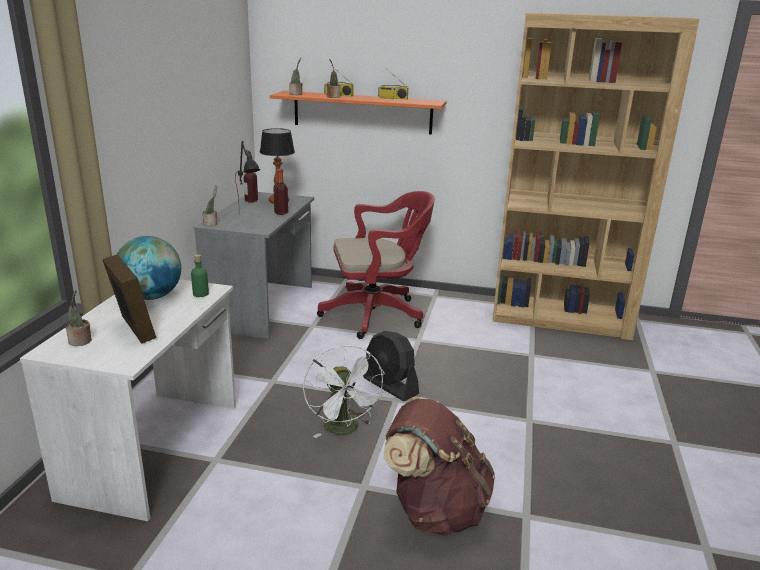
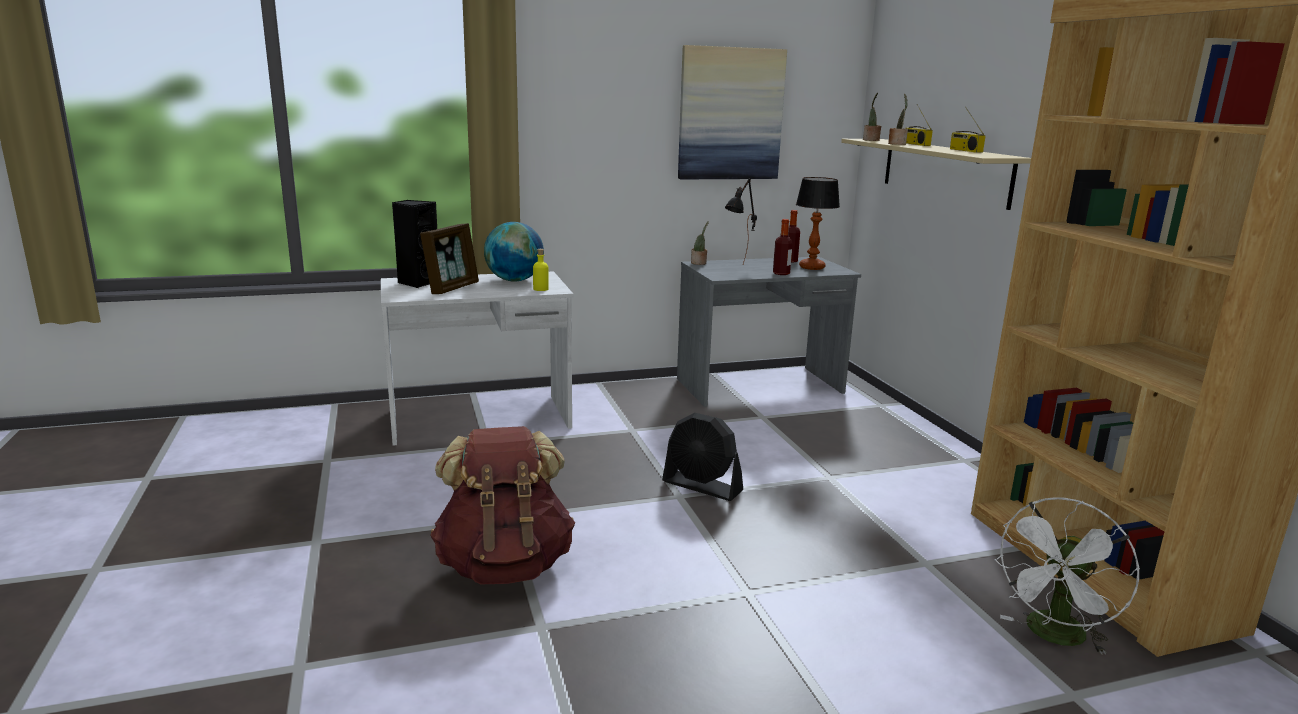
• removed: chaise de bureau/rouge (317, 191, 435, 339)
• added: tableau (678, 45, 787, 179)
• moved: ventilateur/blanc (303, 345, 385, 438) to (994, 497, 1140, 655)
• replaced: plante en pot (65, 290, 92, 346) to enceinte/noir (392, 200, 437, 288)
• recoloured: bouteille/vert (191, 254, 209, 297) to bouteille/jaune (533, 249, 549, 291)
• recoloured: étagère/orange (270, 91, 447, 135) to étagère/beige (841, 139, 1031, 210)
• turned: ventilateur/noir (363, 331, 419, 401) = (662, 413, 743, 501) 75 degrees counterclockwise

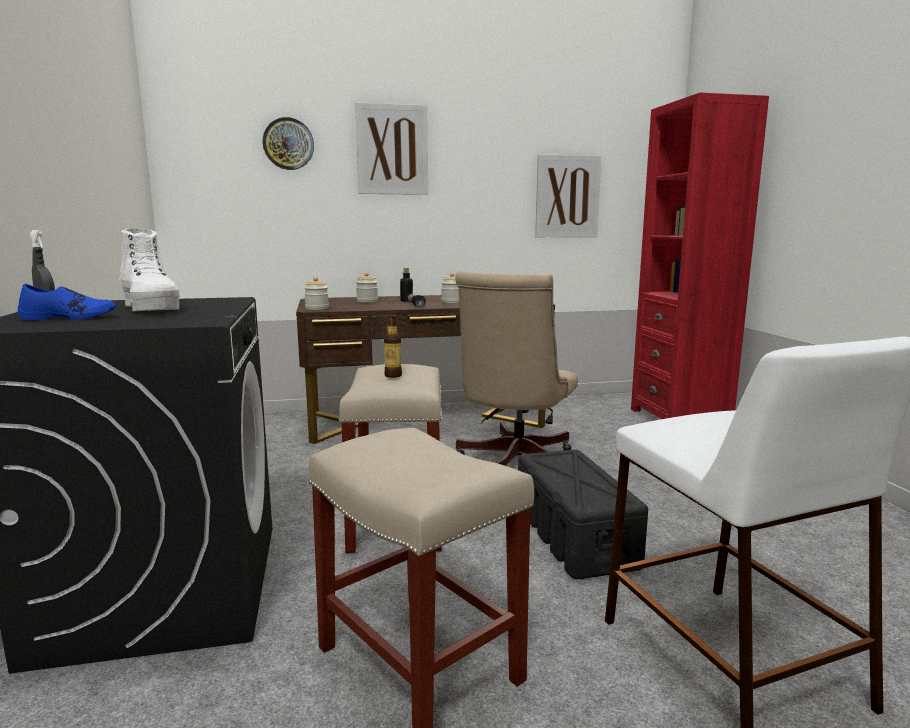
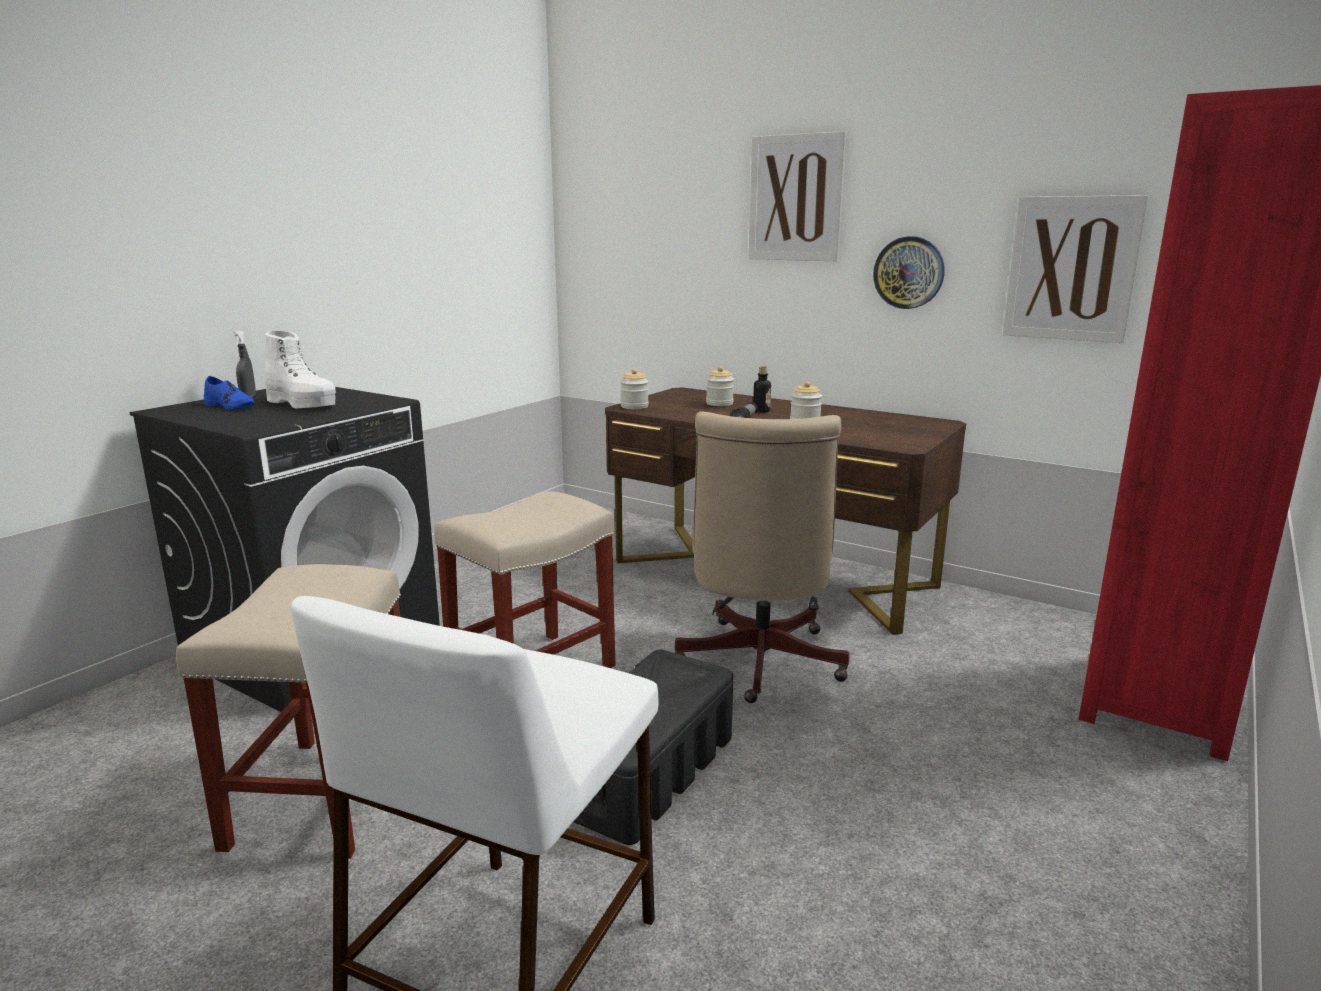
• removed: bouteille (384, 314, 402, 378)
• moved: horloge murale (262, 117, 314, 170) to (873, 236, 945, 309)
• turned: botte/blanc (119, 228, 180, 311) = (264, 330, 336, 409) 60 degrees counterclockwise
• turned: chaise de bureau/beige (455, 271, 578, 466) = (675, 411, 850, 703) 60 degrees counterclockwise

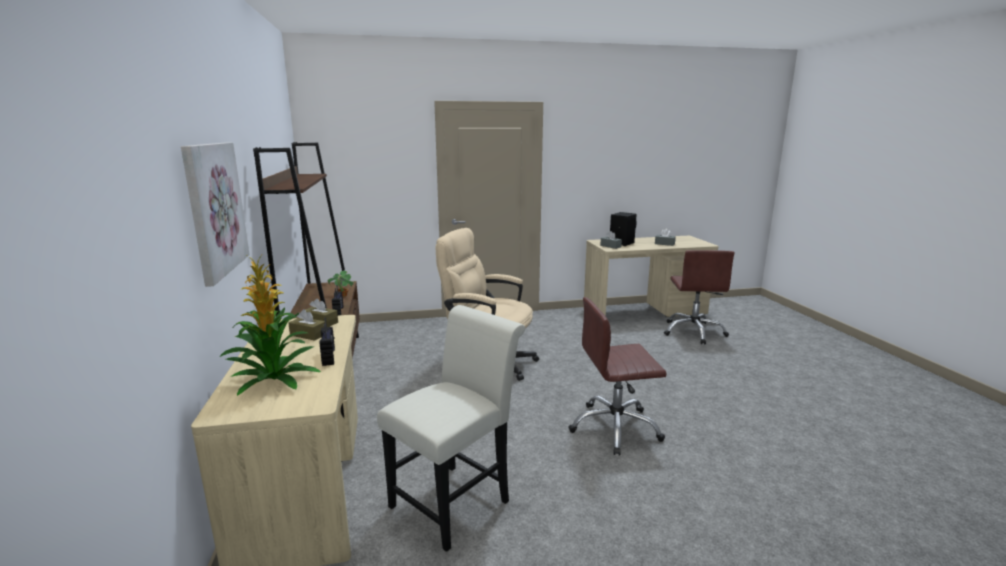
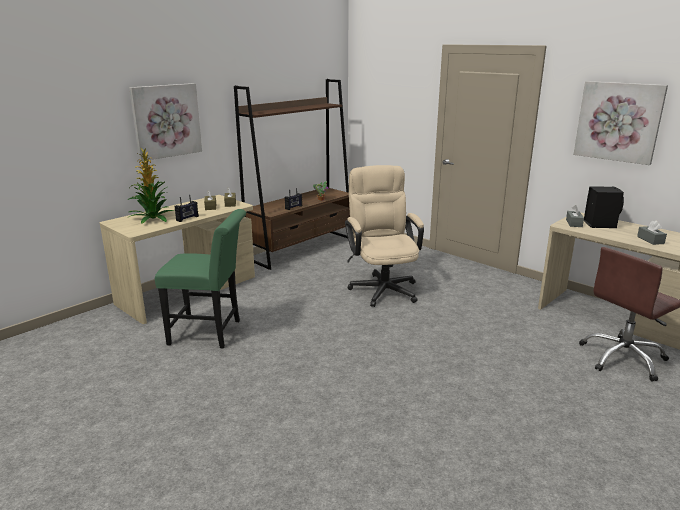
• removed: chaise de bureau/marron (568, 297, 667, 456)
• added: tableau (573, 81, 668, 165)
• recoloured: chaise/blanc (377, 305, 525, 552) to chaise/vert (155, 209, 246, 348)

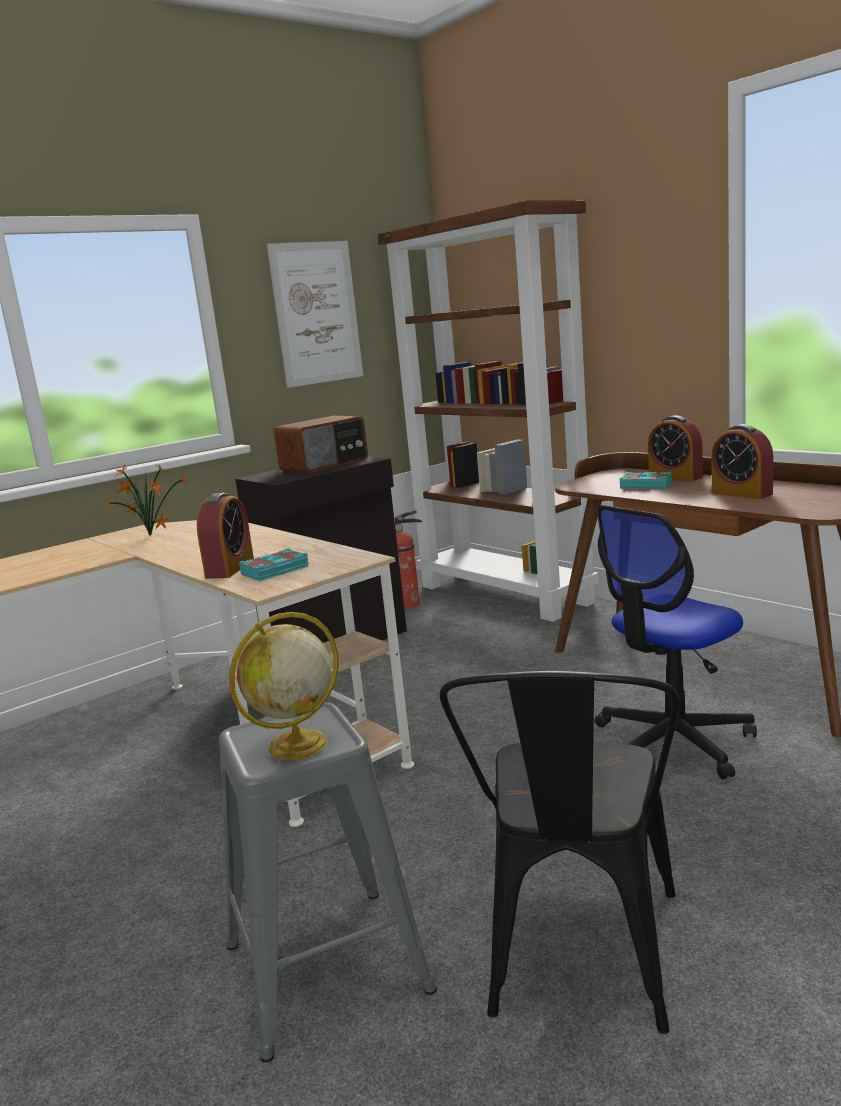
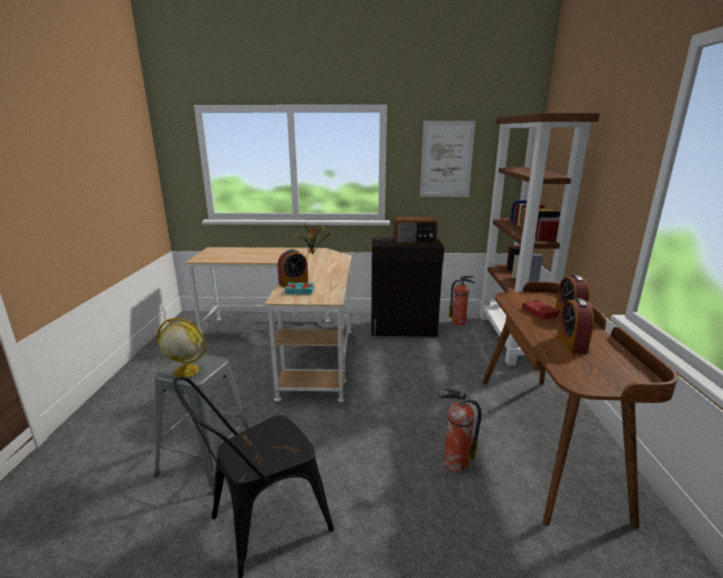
• replaced: chaise de bureau (595, 505, 757, 779) to extincteur (439, 386, 481, 473)
• recoloured: livre/turquoise (619, 472, 672, 489) to livre/rouge (522, 300, 560, 320)

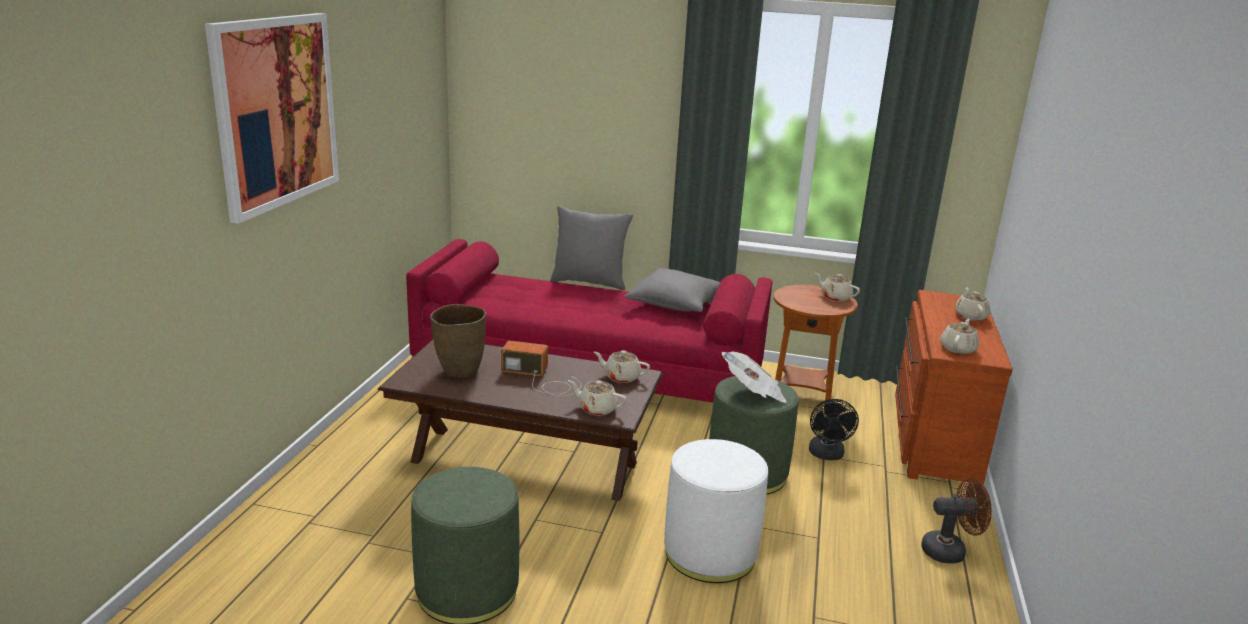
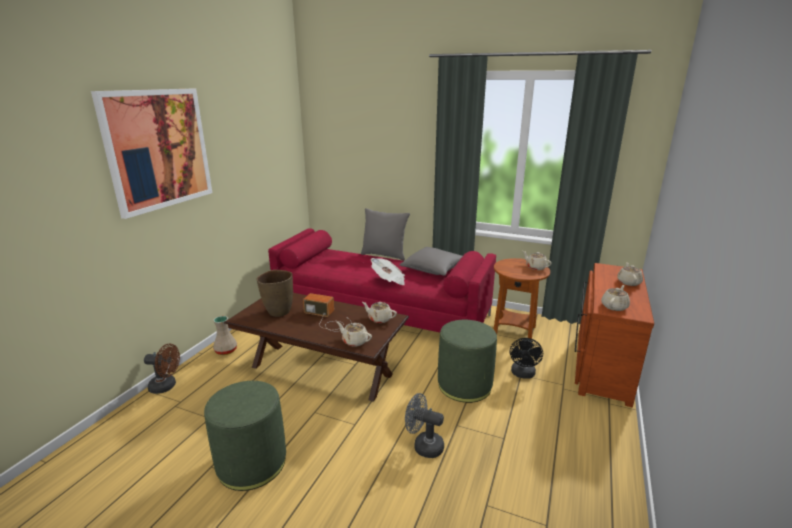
• added: vase/beige (213, 316, 237, 355)
• moved: journal (722, 352, 786, 403) to (371, 258, 405, 285)
• moved: ventilateur/marron (921, 478, 992, 564) to (144, 343, 180, 394)
• replaced: pouf/blanc (664, 439, 768, 583) to ventilateur/gris (405, 393, 444, 458)

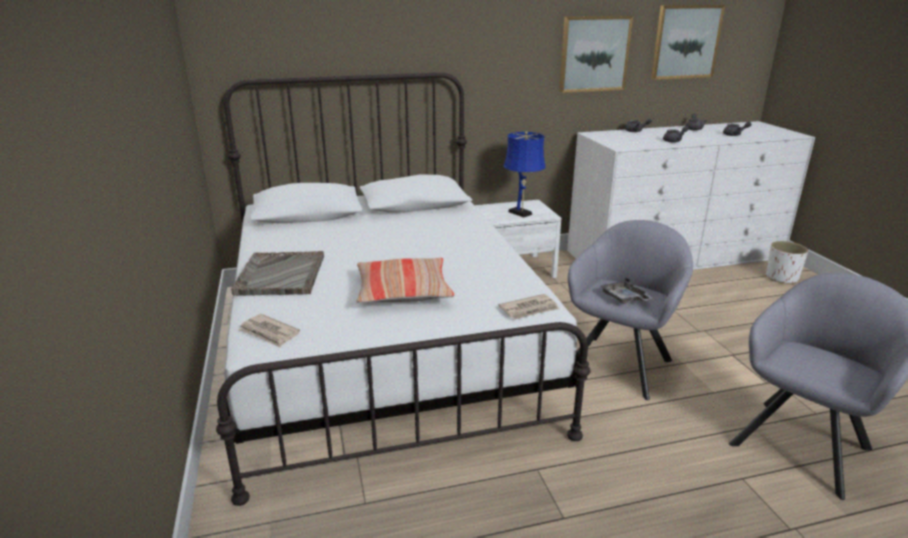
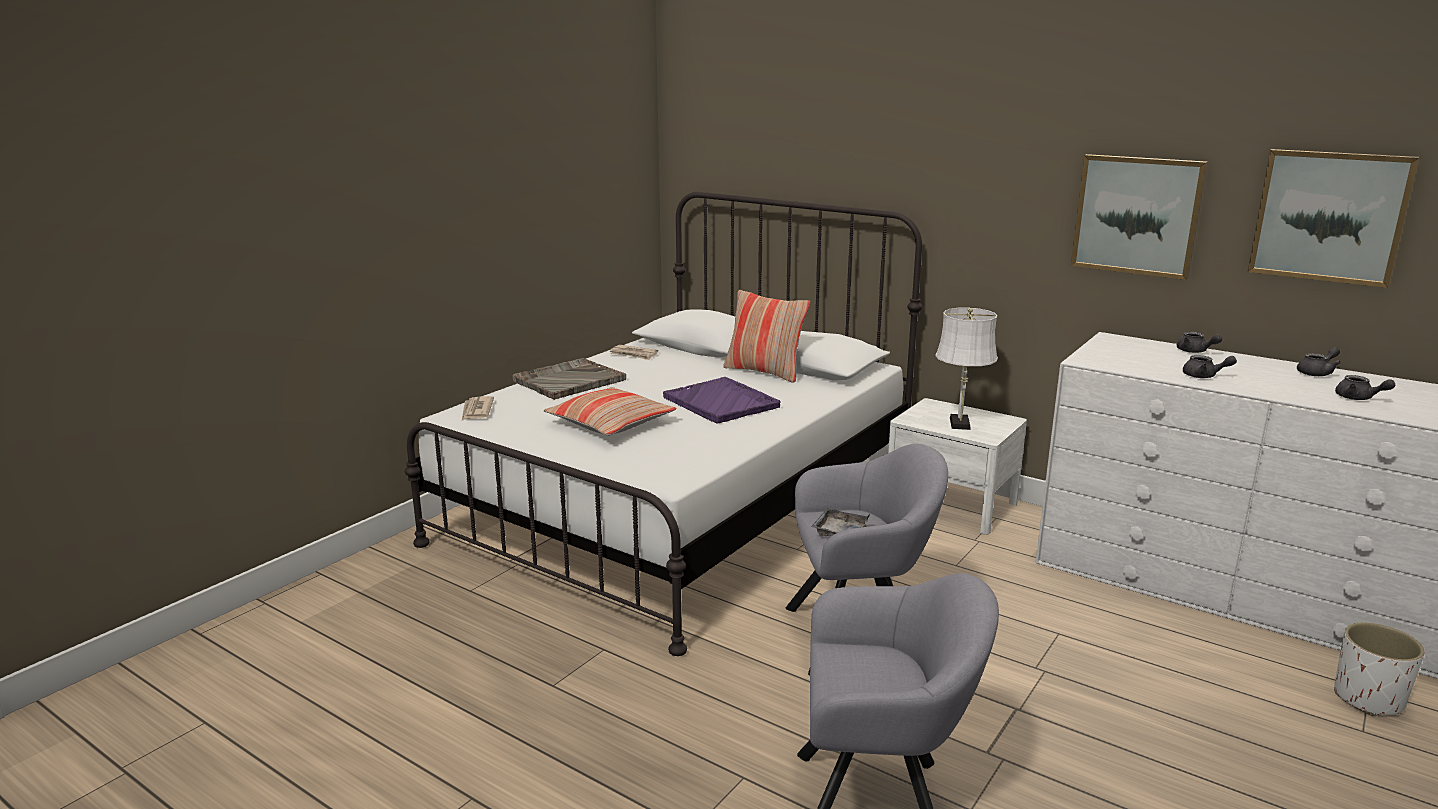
• added: plateau/violet (663, 377, 780, 424)
• added: coussin (723, 290, 810, 383)
• moved: journal (499, 294, 559, 320) to (610, 345, 658, 360)
• recoloured: lampe de table/bleu (503, 131, 546, 218) to lampe de table/blanc (935, 308, 998, 430)

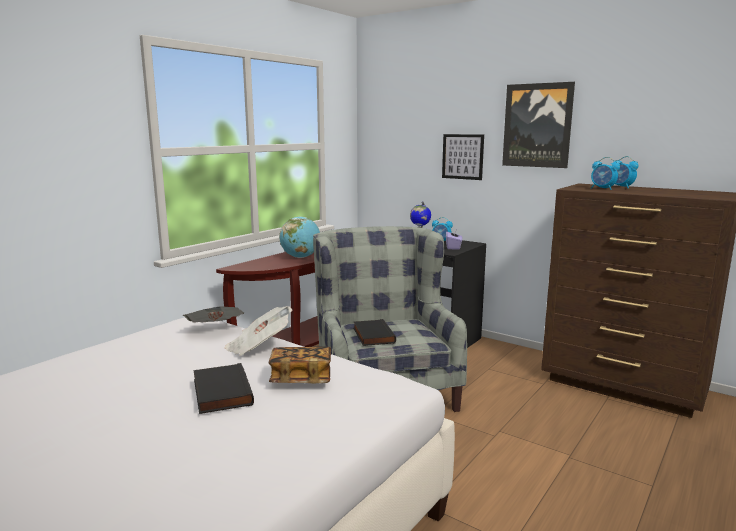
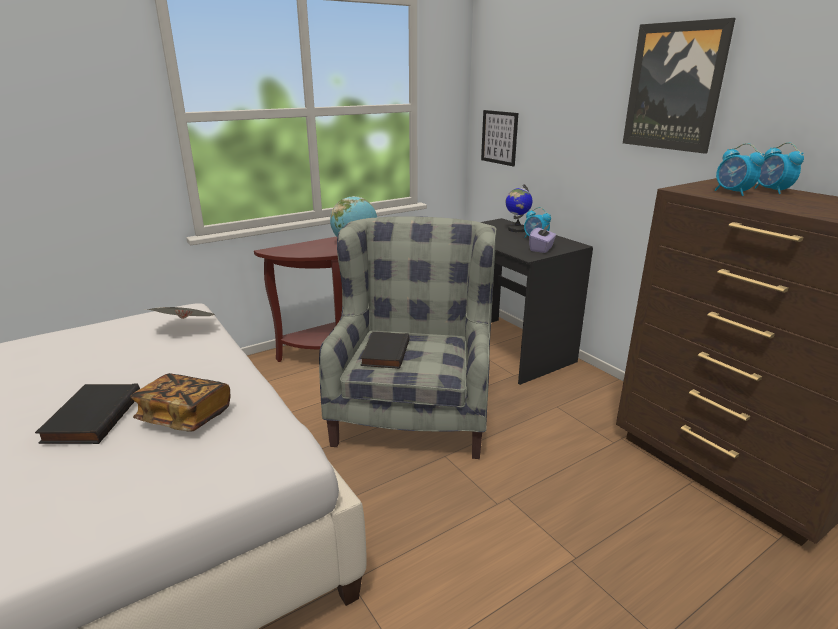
• removed: journal (225, 306, 293, 356)
• moved: tableau (442, 134, 484, 180) to (481, 110, 518, 166)

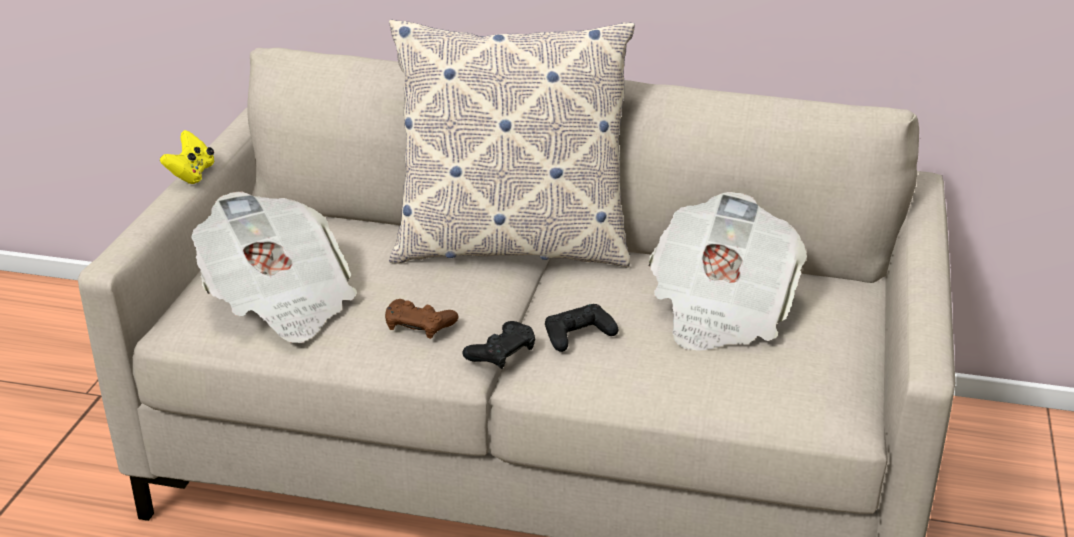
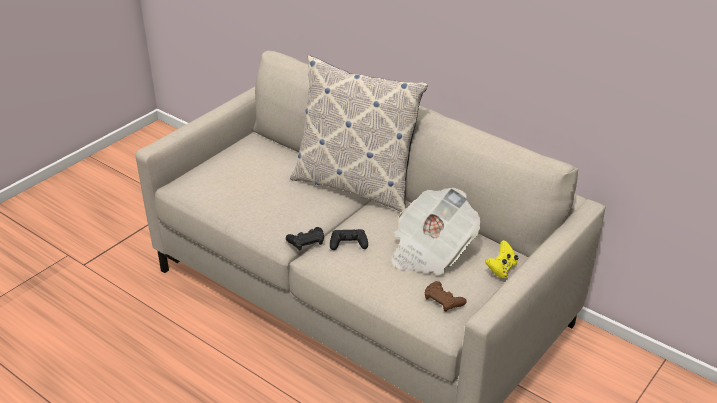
• removed: journal (191, 191, 357, 343)
• moved: manette/jaune (160, 130, 214, 184) to (485, 240, 518, 278)
• moved: manette/marron (385, 299, 458, 339) to (425, 281, 467, 312)

